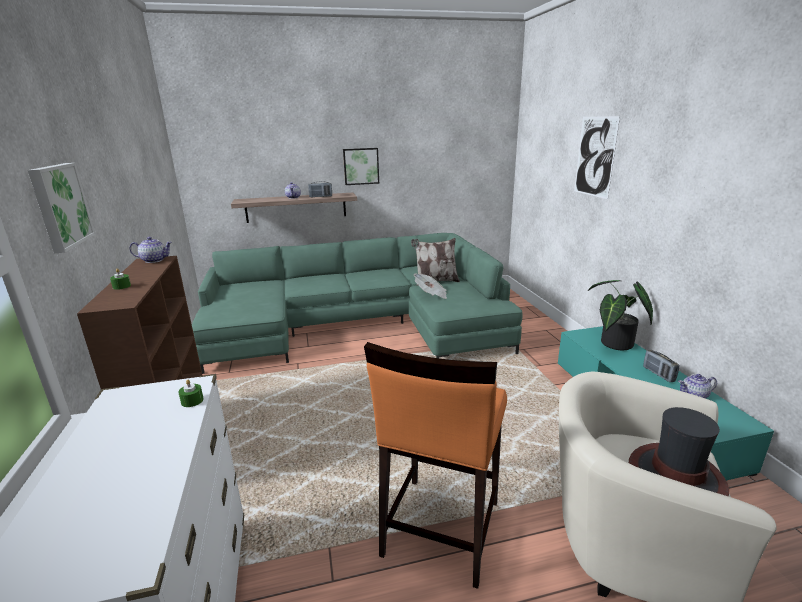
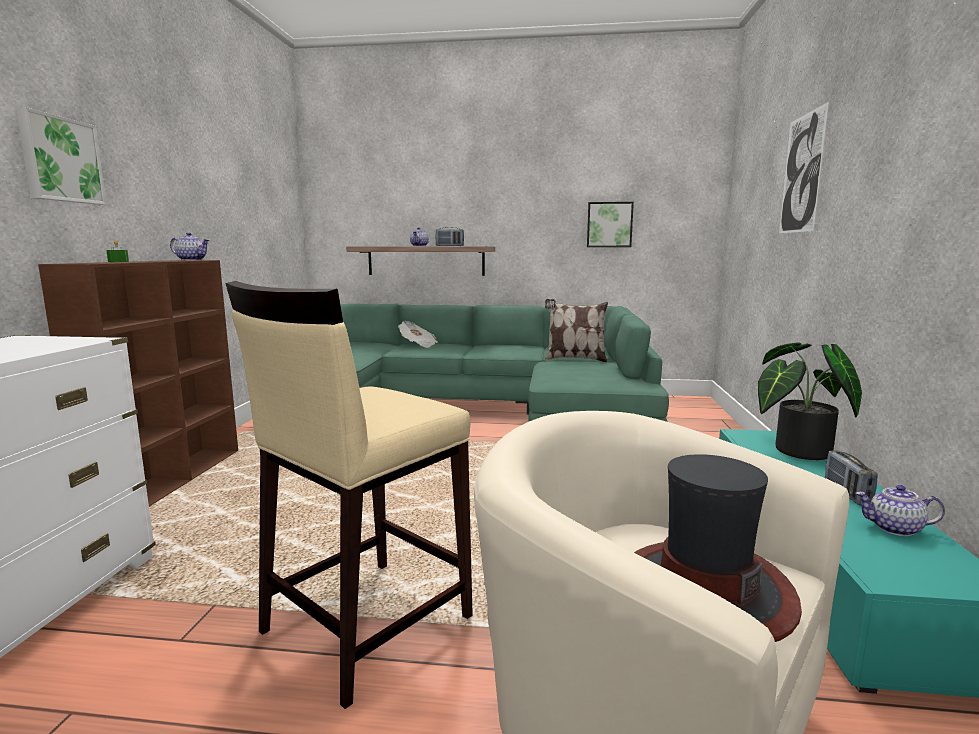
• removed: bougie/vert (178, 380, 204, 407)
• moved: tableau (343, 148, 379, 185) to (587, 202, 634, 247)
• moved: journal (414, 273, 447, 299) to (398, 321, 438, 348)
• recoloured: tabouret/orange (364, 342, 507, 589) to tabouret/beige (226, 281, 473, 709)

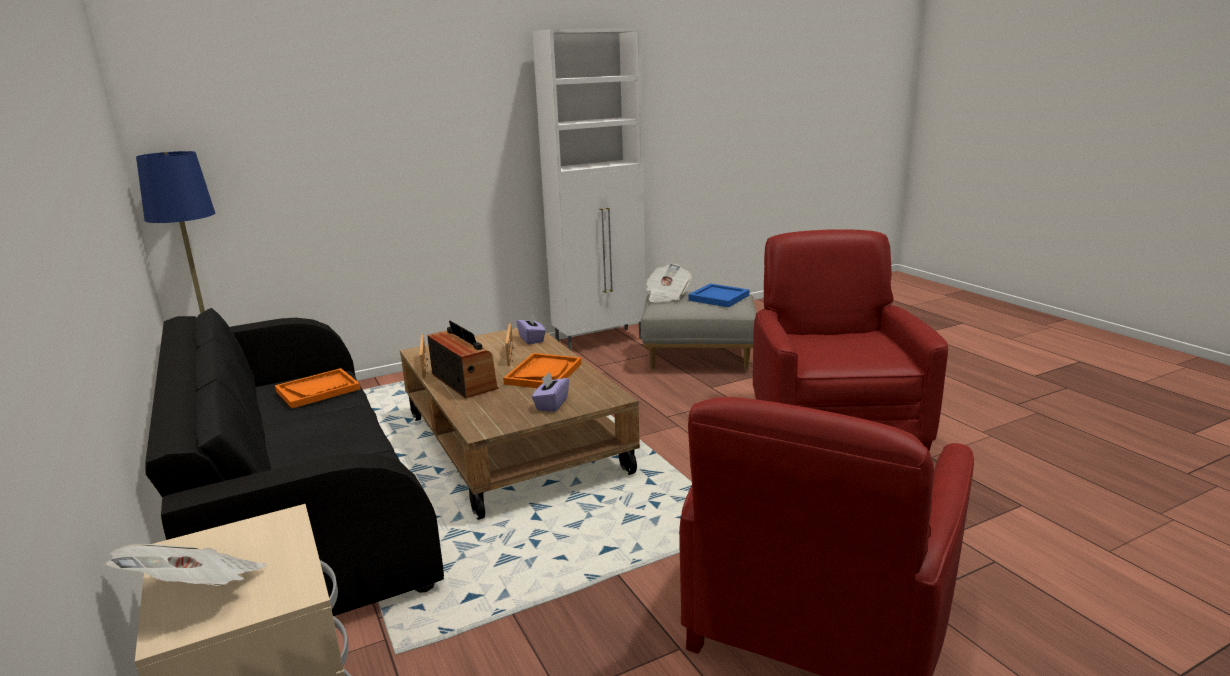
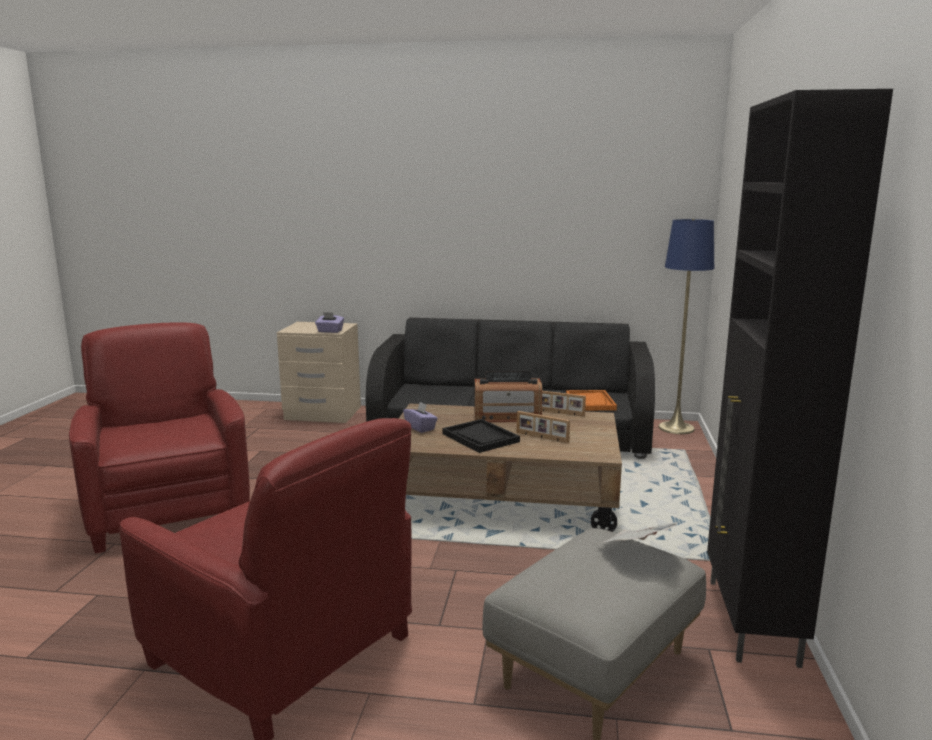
• removed: journal (104, 544, 267, 586)
• removed: plateau/bleu (689, 283, 750, 307)
• moved: boîte à mouchoirs/violet (516, 314, 546, 345) to (315, 312, 344, 333)
• recoloured: plateau/orange (503, 353, 582, 388) to plateau/noir (442, 419, 520, 453)
• recoloured: meuble de rangement/blanc (532, 28, 646, 351) to meuble de rangement/noir (707, 89, 893, 668)

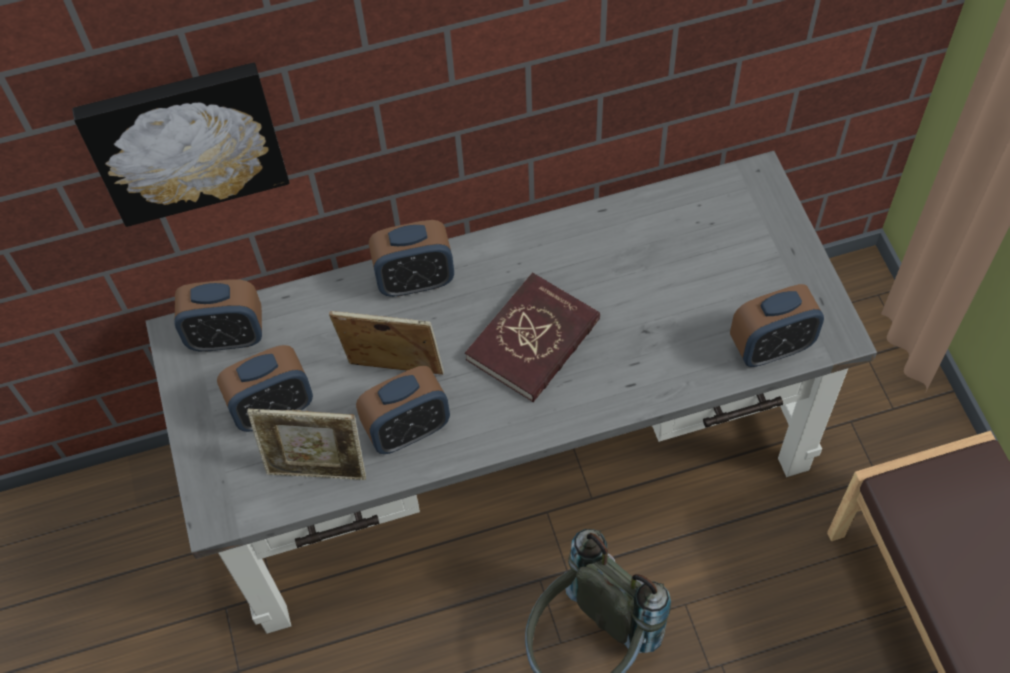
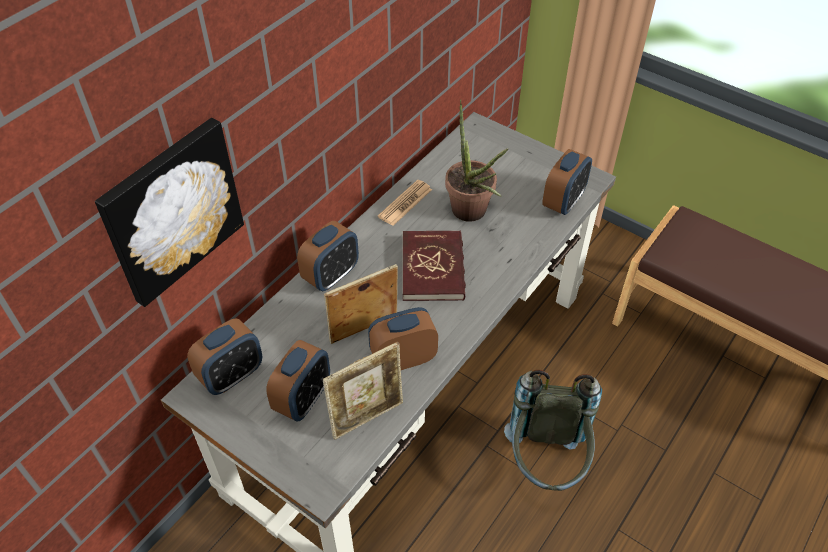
• added: journal (378, 180, 432, 226)
• added: plante en pot (445, 100, 508, 222)
• turned: réveil (356, 366, 450, 454) = (368, 307, 438, 370) 135 degrees counterclockwise

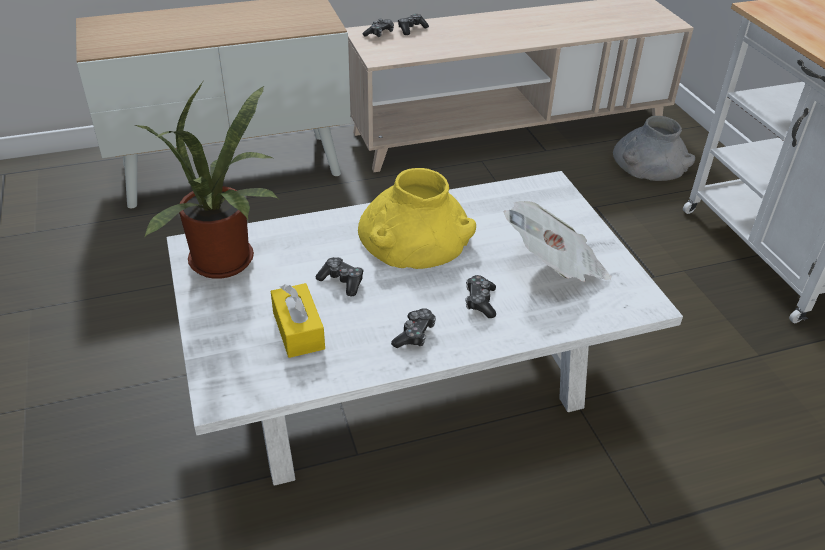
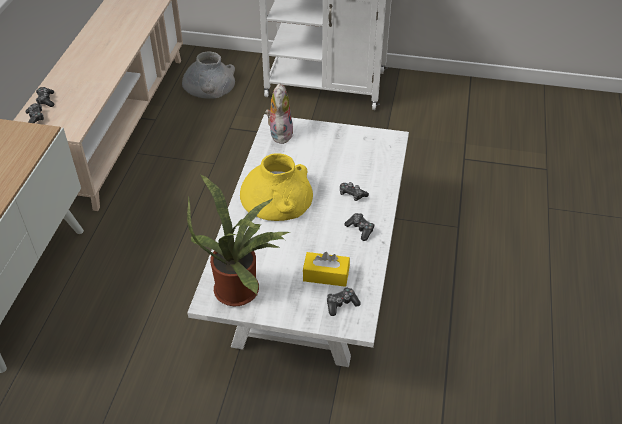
• removed: journal (504, 201, 612, 282)
• added: peluche (265, 83, 293, 144)
• moved: manette (316, 257, 363, 296) to (327, 287, 361, 316)

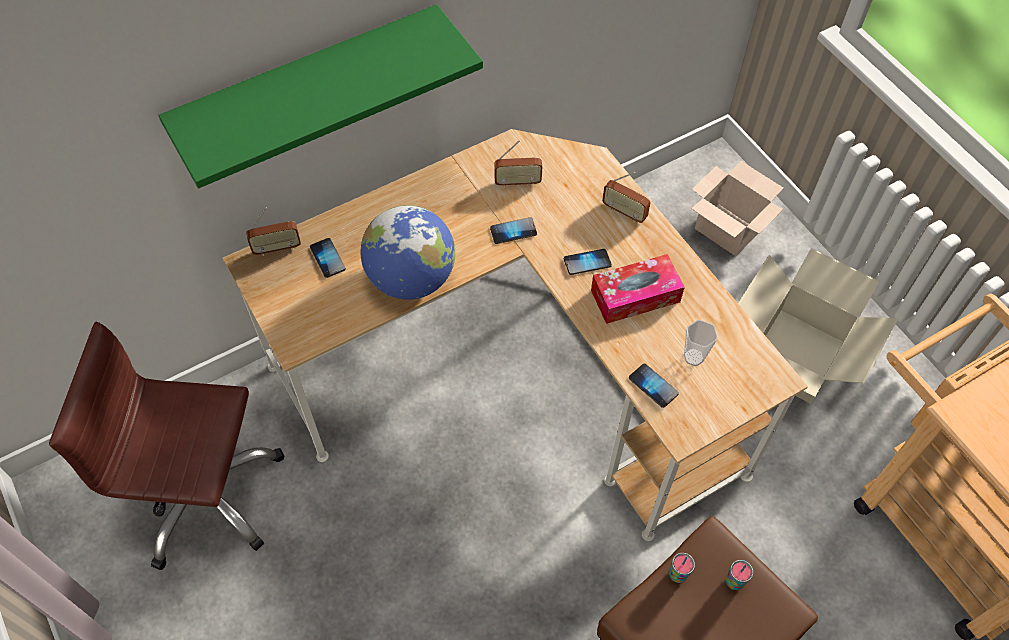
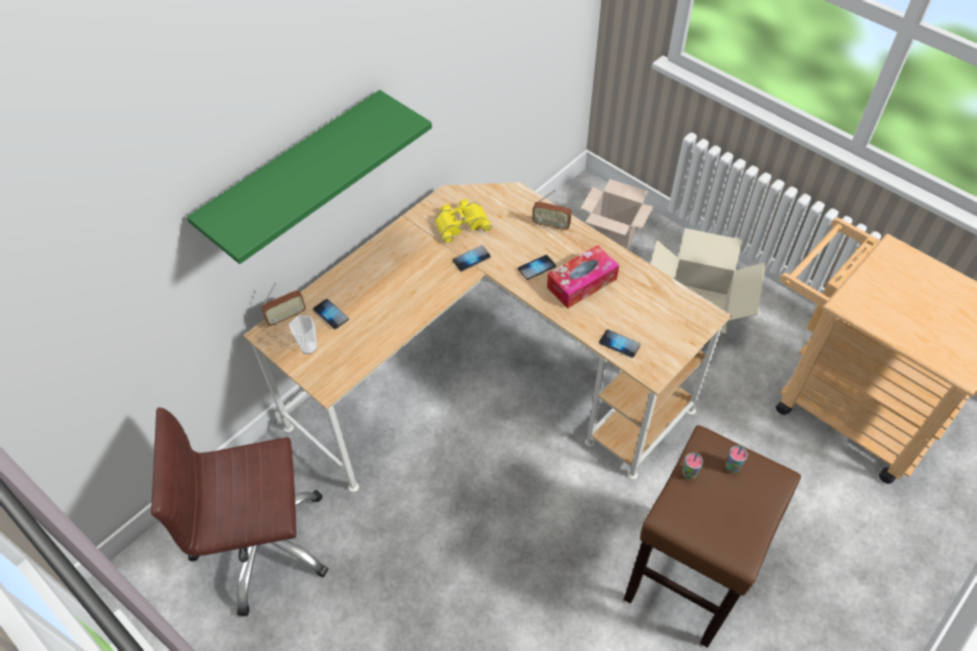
• removed: globe (360, 205, 455, 300)
• moved: tasse (684, 320, 718, 366) to (289, 316, 317, 354)
• replaced: radio (494, 140, 542, 188) to jumelles/jaune (435, 199, 492, 243)

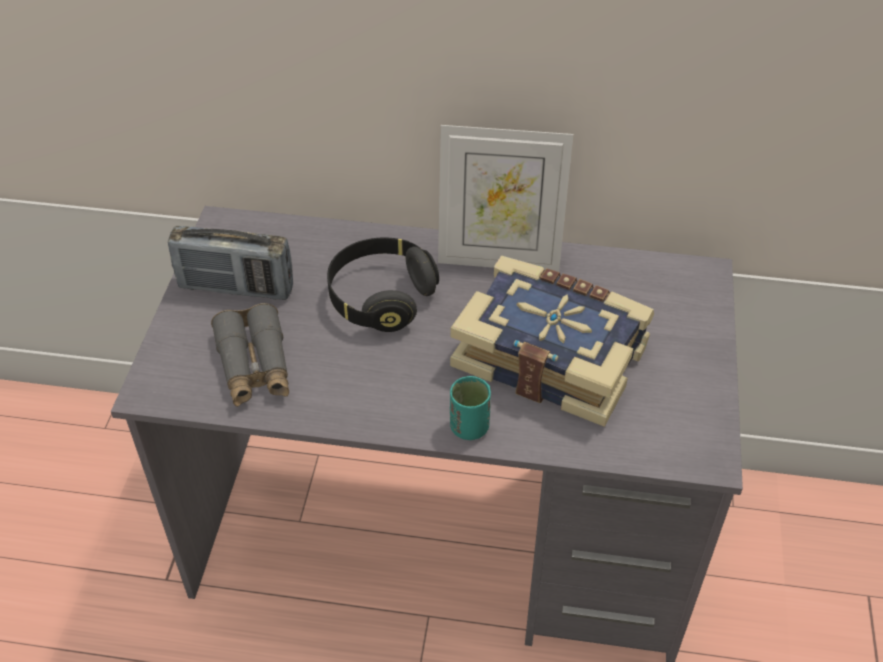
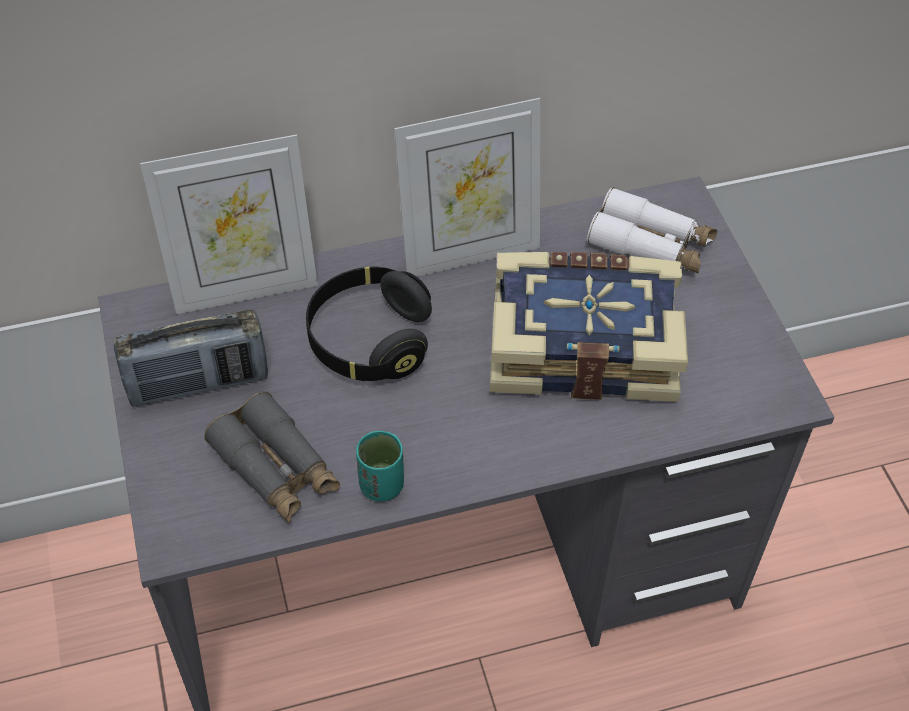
• added: cadre photo (140, 135, 318, 314)
• added: jumelles/blanc (587, 187, 718, 274)
• moved: tasse/turquoise (450, 376, 491, 440) to (356, 431, 404, 502)

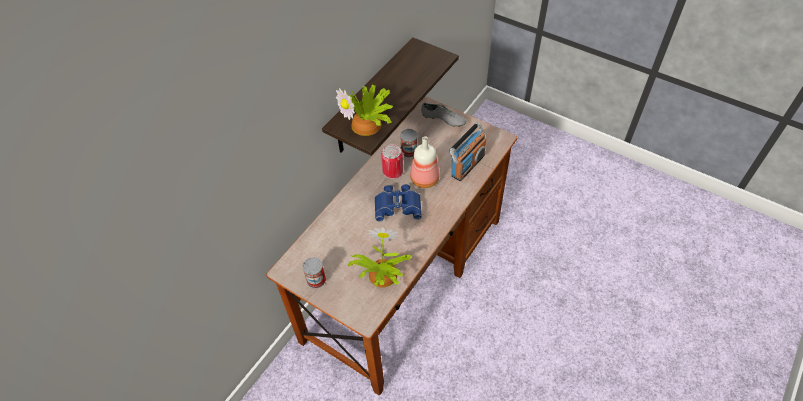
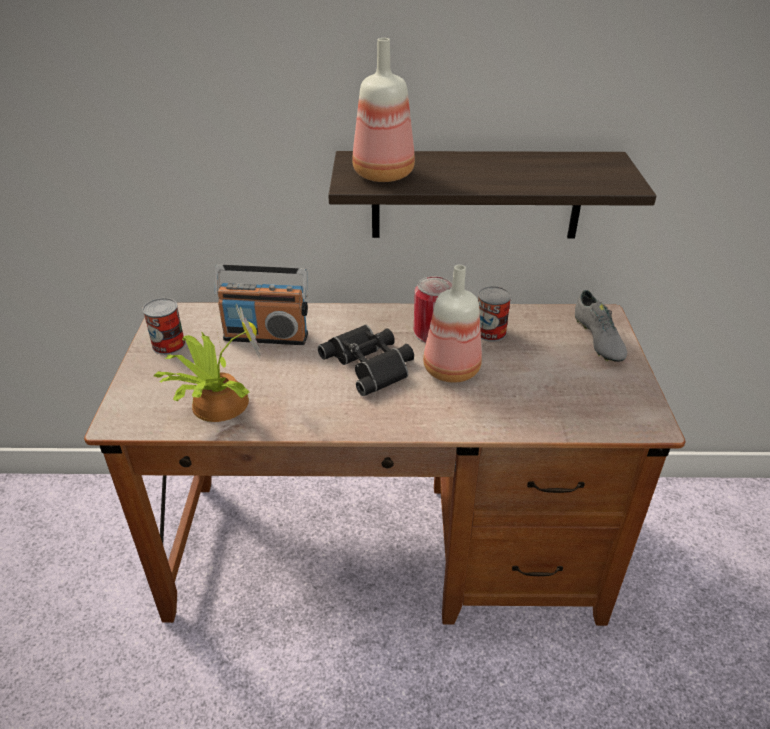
• moved: radio (449, 122, 486, 181) to (215, 265, 308, 345)
• replaced: plante en pot (336, 83, 393, 136) to bouteille (352, 38, 415, 182)
• recoloured: jumelles/bleu (375, 184, 422, 221) to jumelles/noir (318, 325, 414, 396)

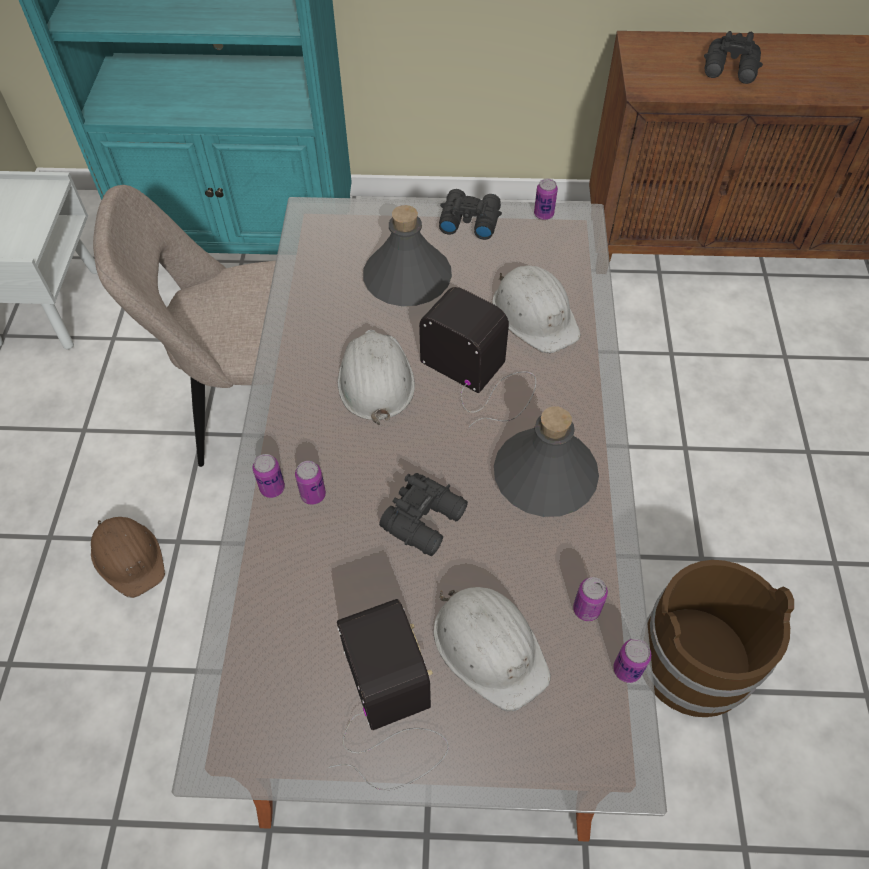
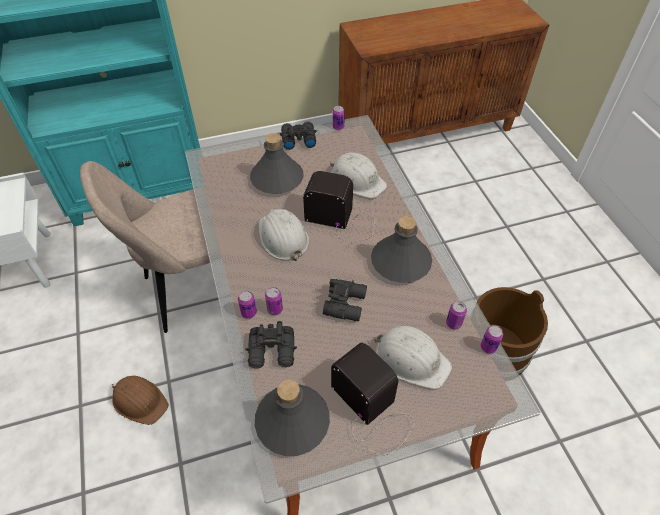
• added: bouteille/gris (255, 380, 330, 456)
• moved: jumelles/noir (704, 31, 763, 84) to (245, 321, 297, 368)

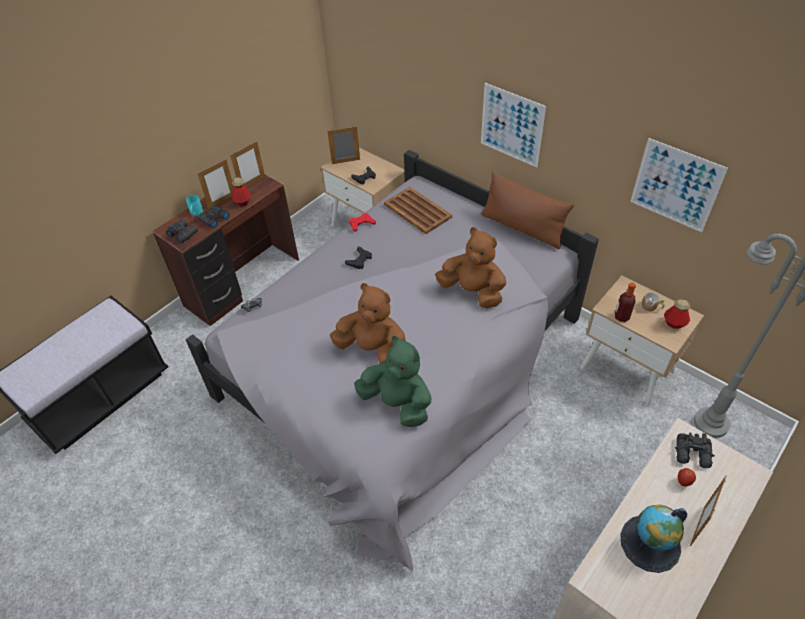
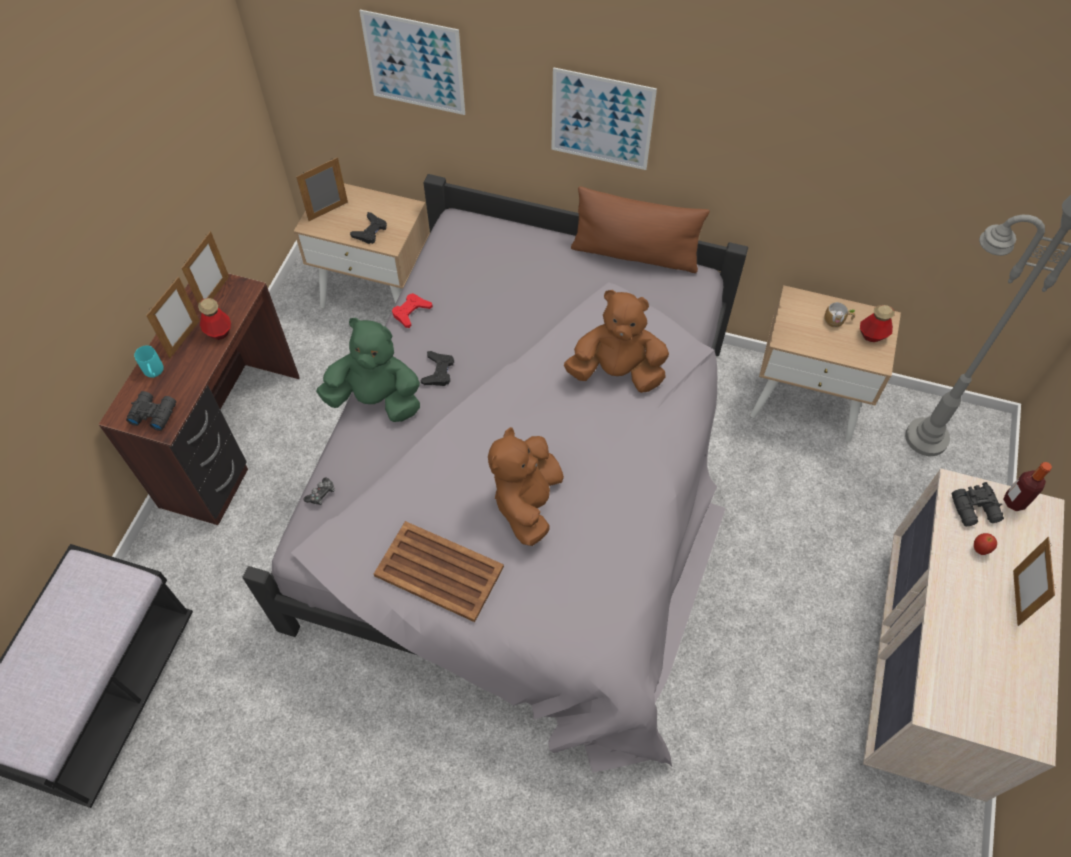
• removed: jumelles/noir (198, 205, 229, 228)
• removed: globe (620, 505, 687, 573)
• moved: peluche/vert (354, 336, 431, 427) to (316, 318, 420, 422)
• moved: plateau/marron (384, 187, 452, 234) to (374, 521, 504, 622)
• moved: bouteille (615, 283, 636, 322) to (1003, 462, 1052, 511)
• moved: tableau (630, 138, 728, 232) to (359, 10, 465, 115)
• turned: peluche/marron (330, 283, 406, 364) = (488, 427, 564, 546) 75 degrees counterclockwise

